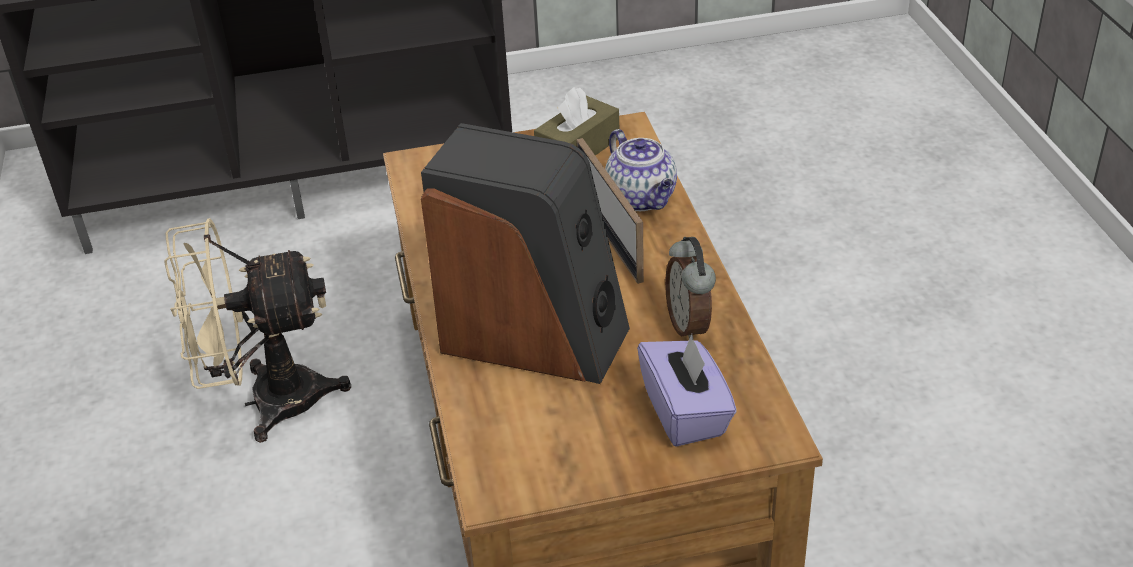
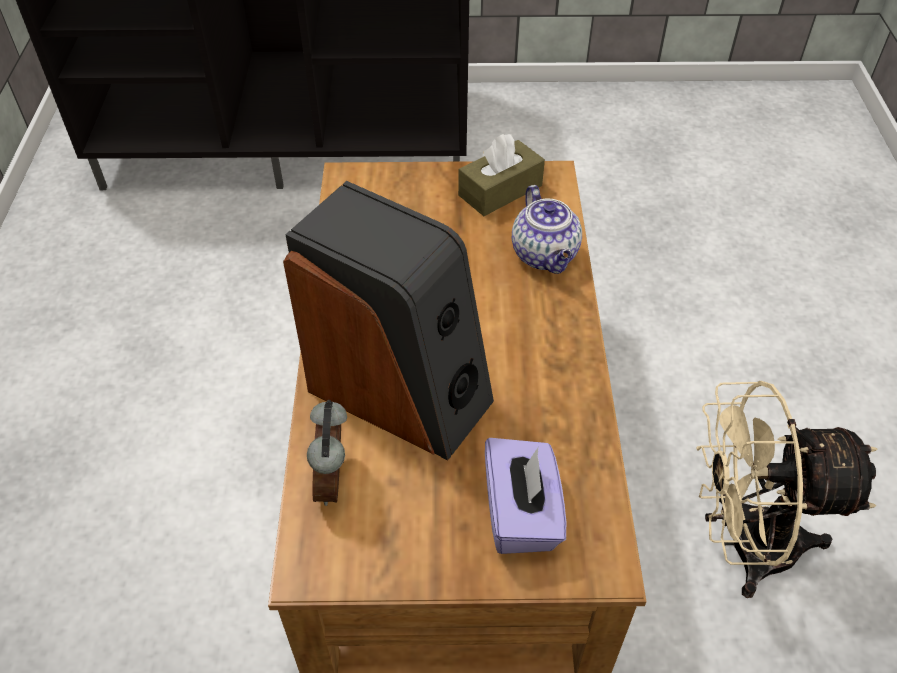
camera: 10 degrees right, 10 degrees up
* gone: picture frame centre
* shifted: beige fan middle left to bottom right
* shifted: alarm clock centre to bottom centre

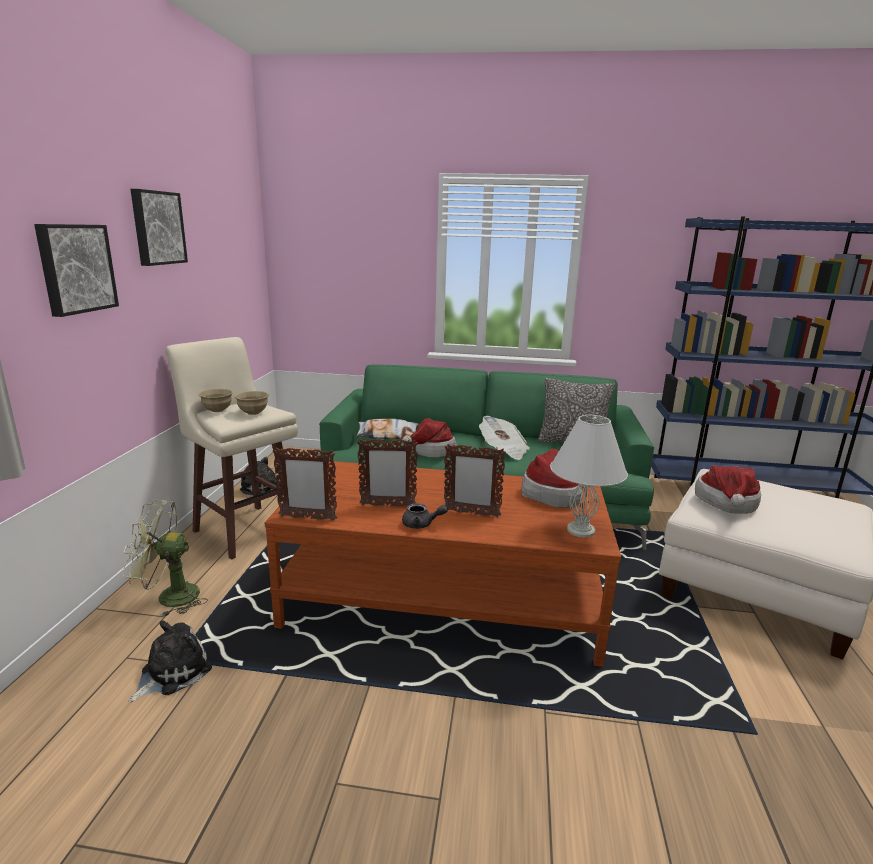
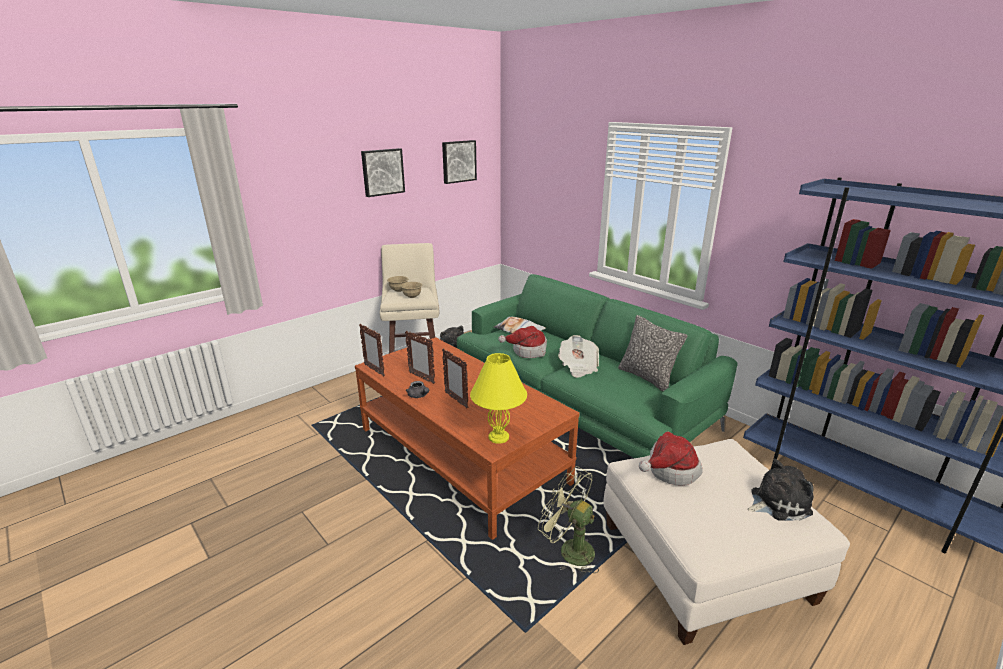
camera: 40 degrees right, 5 degrees up
* gone: hat (no. 2 from left) centre
* shifted: picture (no. 1 from left in the first image) top left to picture (no. 2 from left) top centre
* shifted: green fan middle left to bottom centre
* shifted: plush toy (no. 1 from left in the first image) bottom left to plush toy (no. 2 from left) bottom right
* repainted: white table lamp middle right to yellow table lamp centre

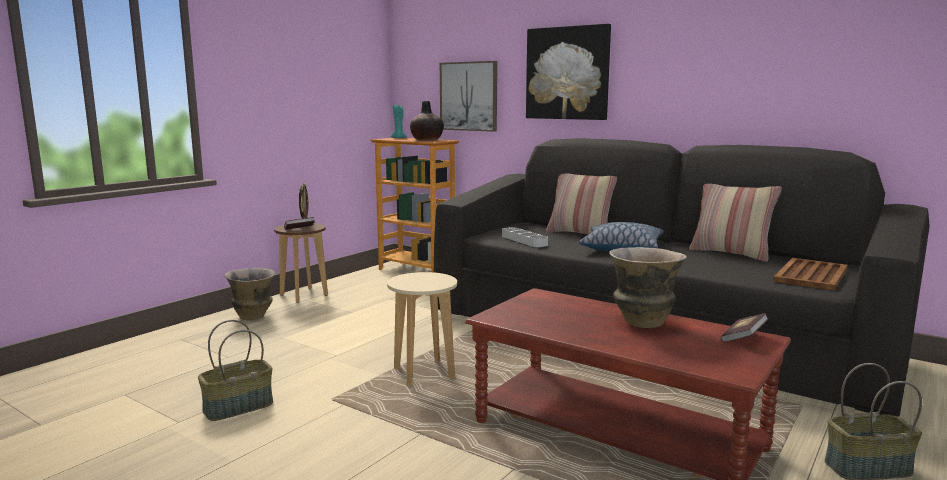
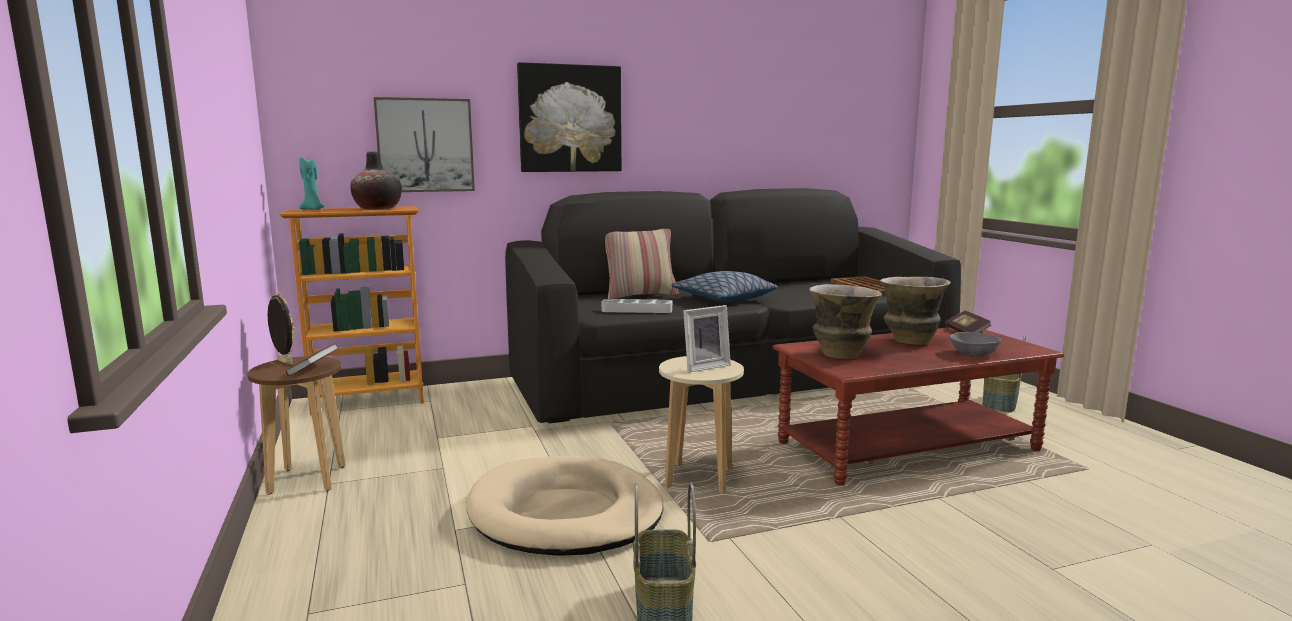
camera: 55 degrees left, 0 degrees up
* gone: pillow (no. 3 from left) middle right
* new: beige dog bed bottom centre
* new: picture frame (no. 2 from left) centre
* new: grey bowl middle right
* shifted: vase (no. 1 from left in the first image) middle left to vase (no. 2 from left) centre

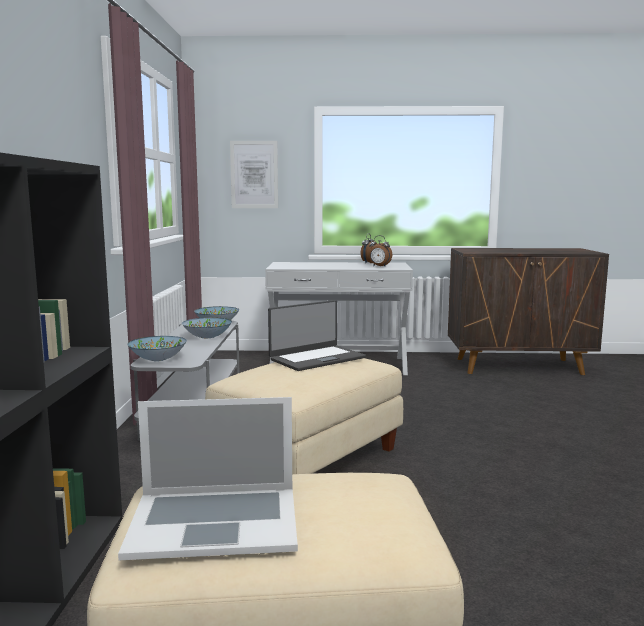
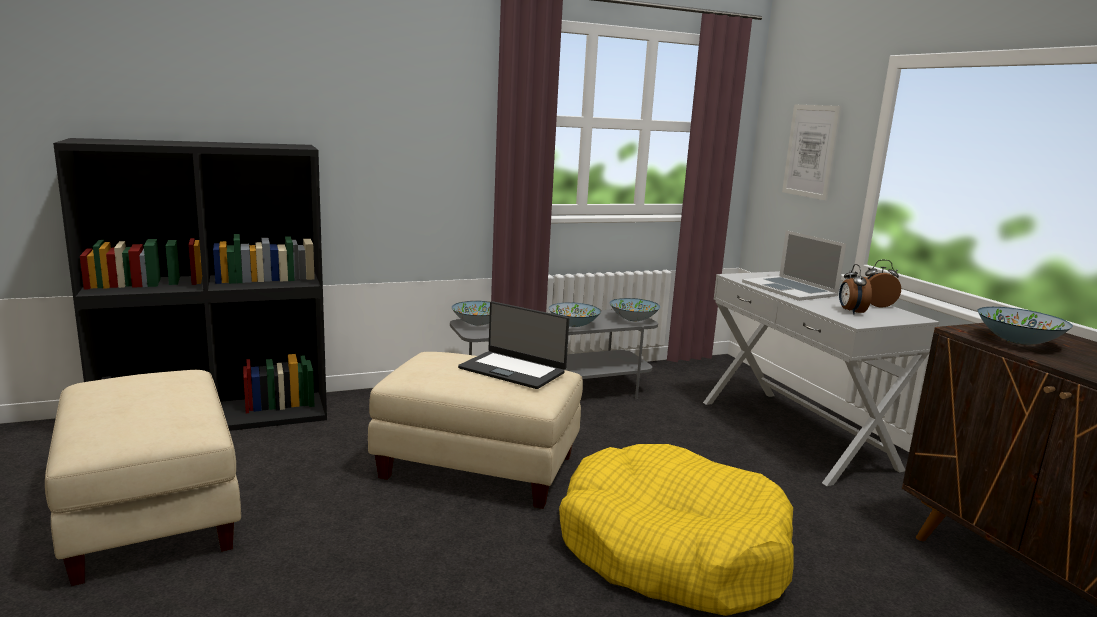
camera: 65 degrees right, 5 degrees up
* new: yellow dog bed bottom centre
* new: bowl (no. 4 from left) middle right
* shifted: laptop (no. 1 from left in the first image) bottom left to laptop (no. 2 from left) middle right

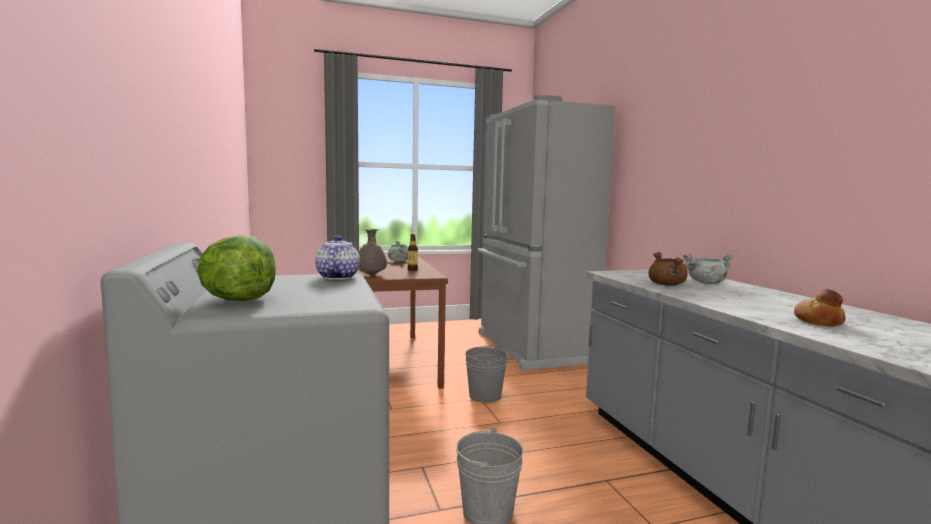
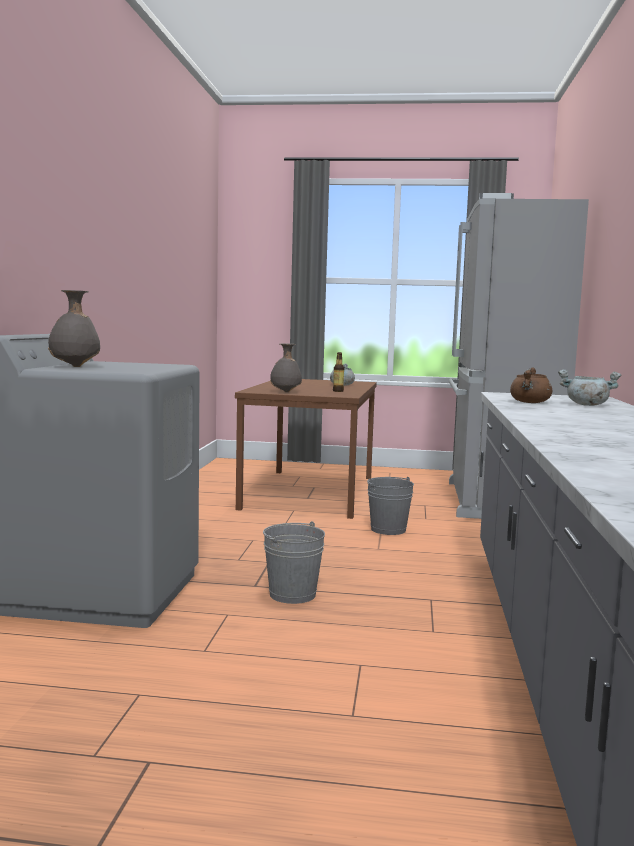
camera: 25 degrees right, 0 degrees up
* gone: teapot centre
* gone: bread middle right
* swapped: lettuce middle left to grey vase (no. 1 from left) middle left

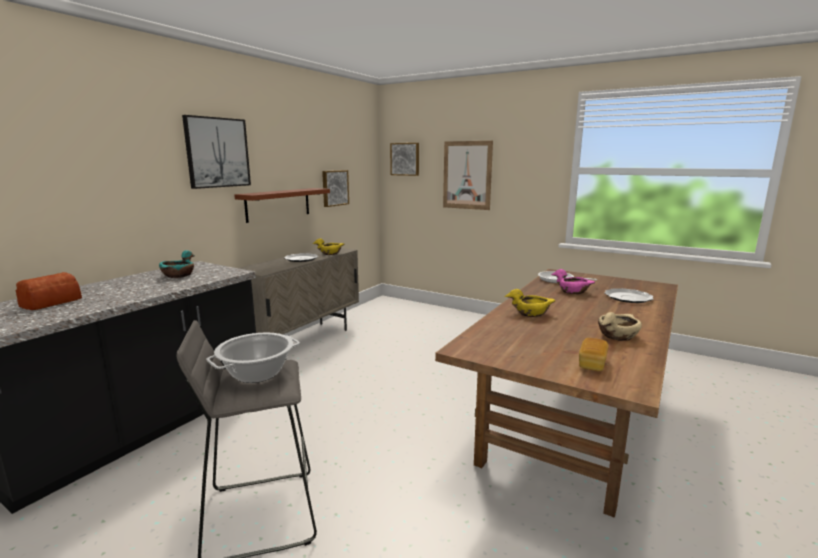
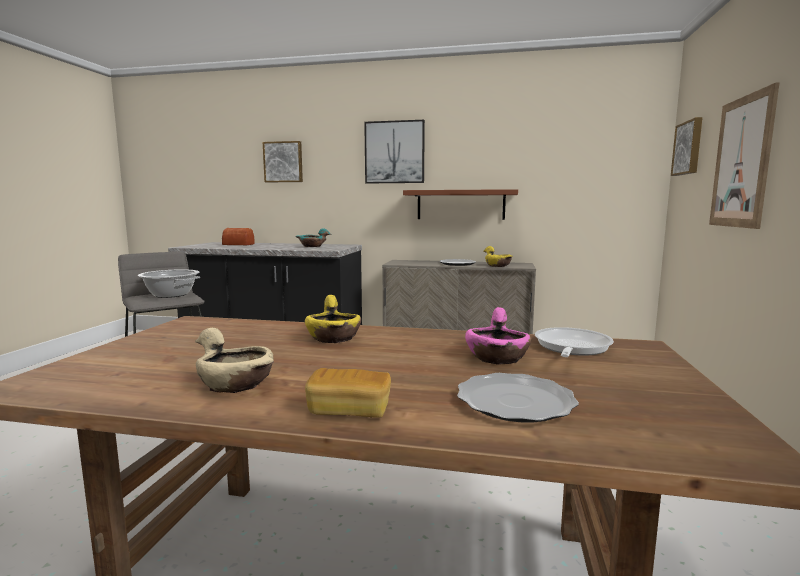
camera: 70 degrees right, 5 degrees down
* shifted: picture (no. 2 from left in the first image) centre to picture (no. 1 from left) top centre
* shifted: bread (no. 2 from left) middle right to bottom centre

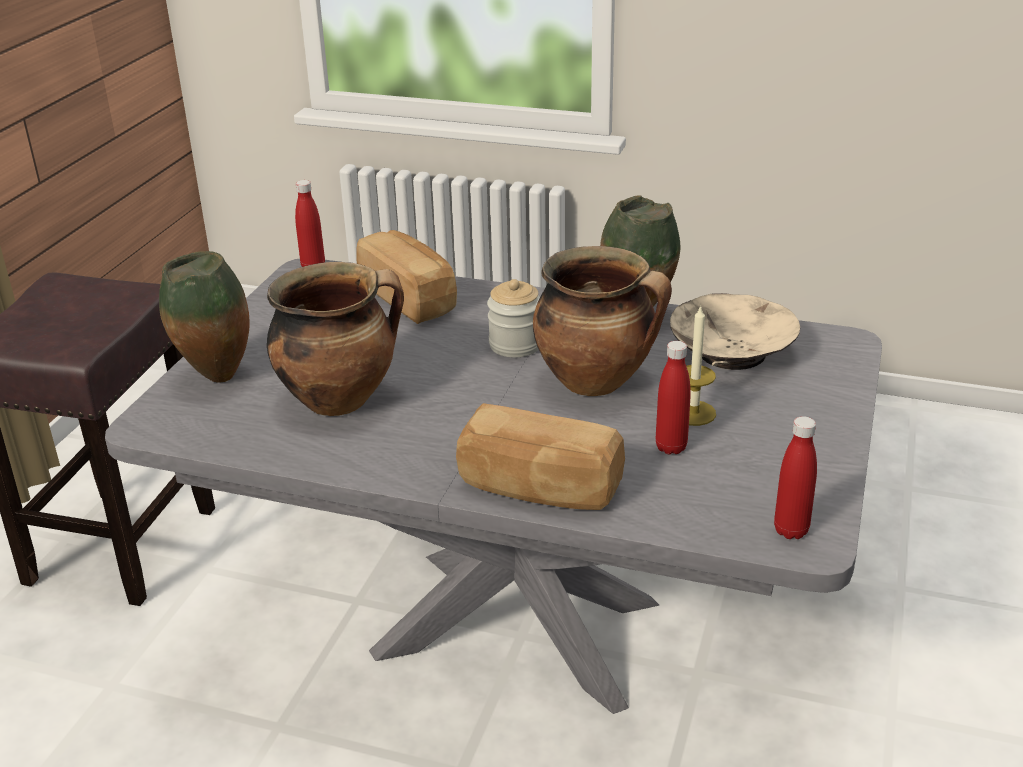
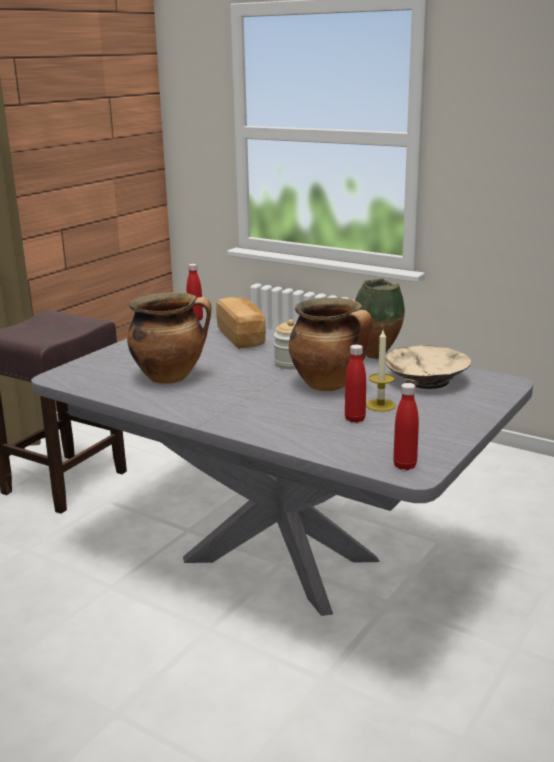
camera: 15 degrees right, 10 degrees down
* gone: vase (no. 1 from left) middle left
* gone: bread (no. 2 from left) centre

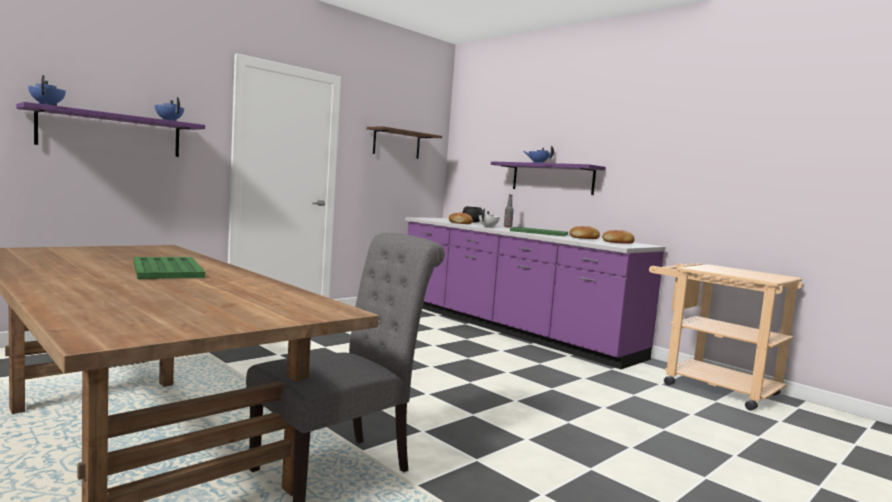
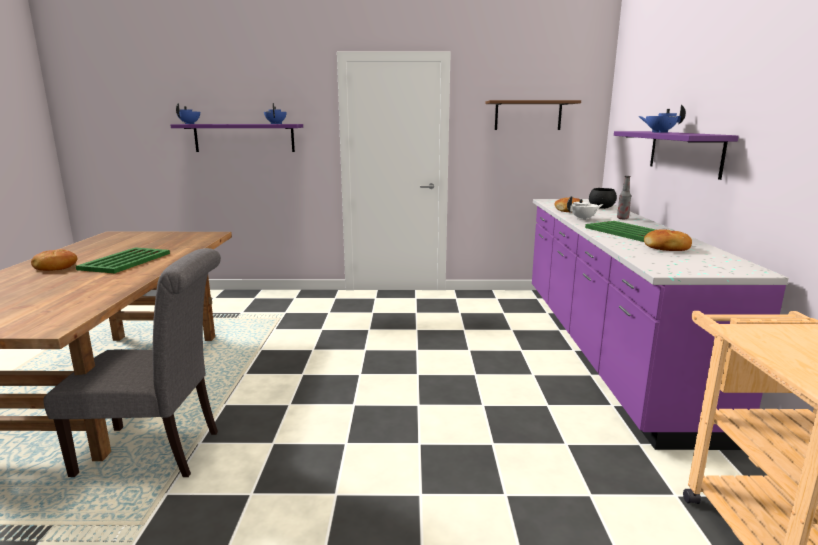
camera: 45 degrees right, 10 degrees up
* shifted: bread (no. 3 from left in the first image) middle right to bread (no. 1 from left) middle left

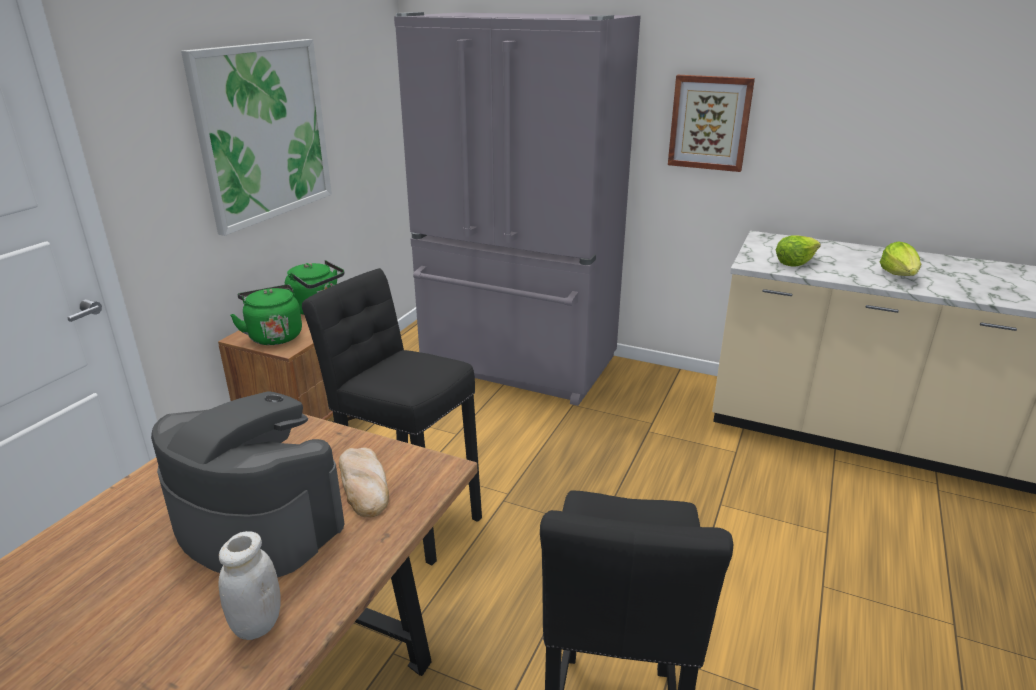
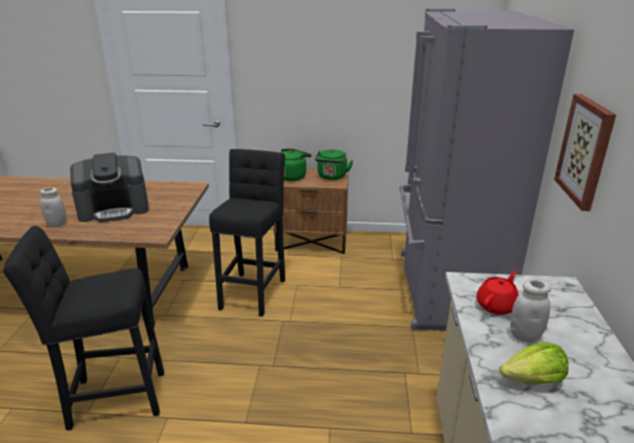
camera: 70 degrees right, 0 degrees up
* gone: picture (no. 1 from left) top left
* gone: bread bottom centre
* new: white jar (no. 2 from left) bottom right
* swapped: lettuce (no. 1 from left) middle right to red teapot middle right
* rotated: coffee machine bottom left = middle left 60 degrees clockwise

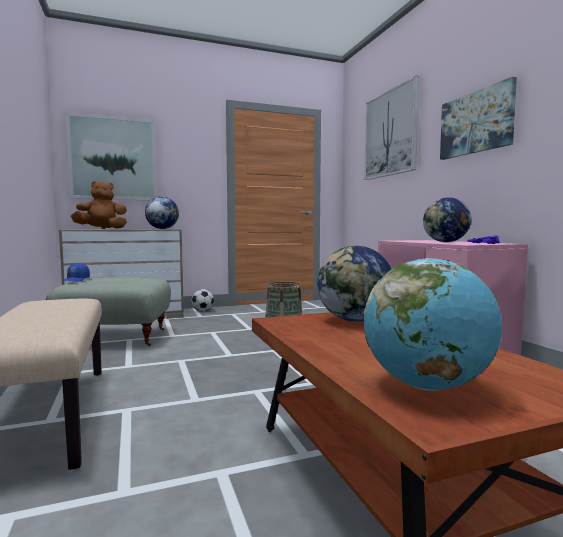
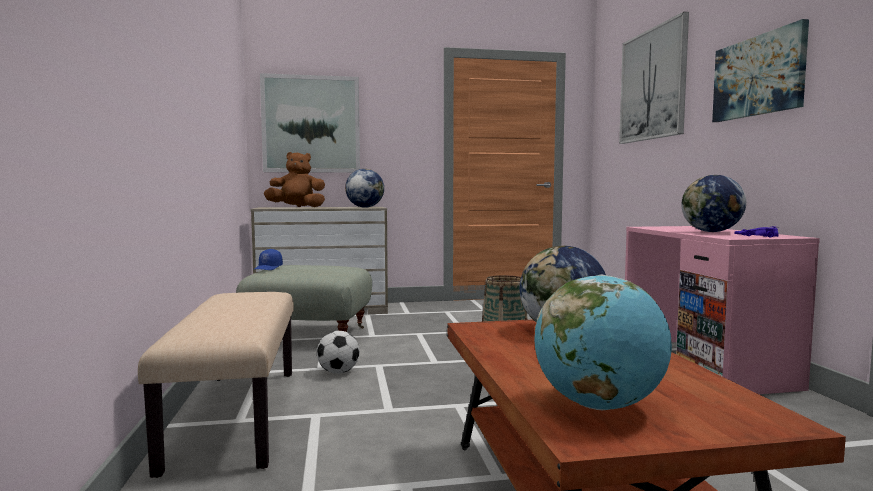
camera: 10 degrees right, 0 degrees up
* shifted: football centre to bottom centre

